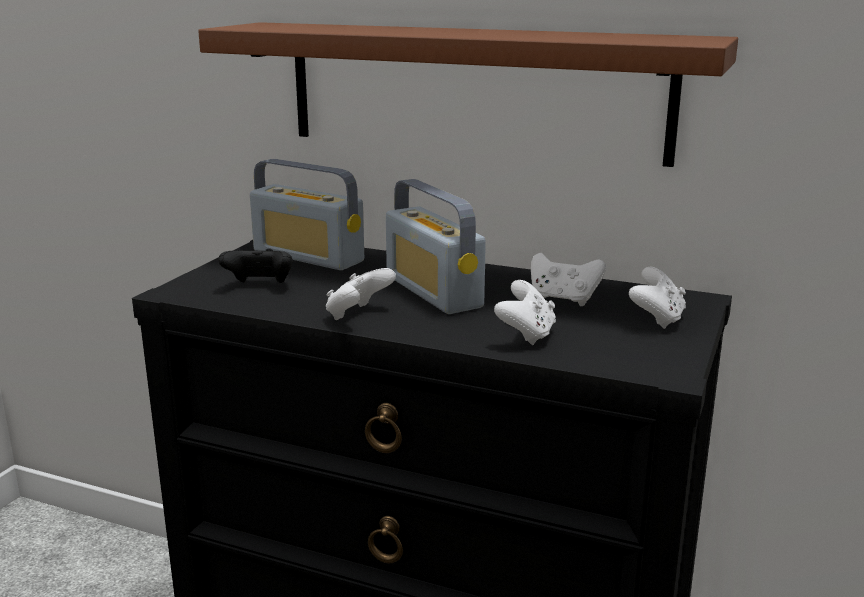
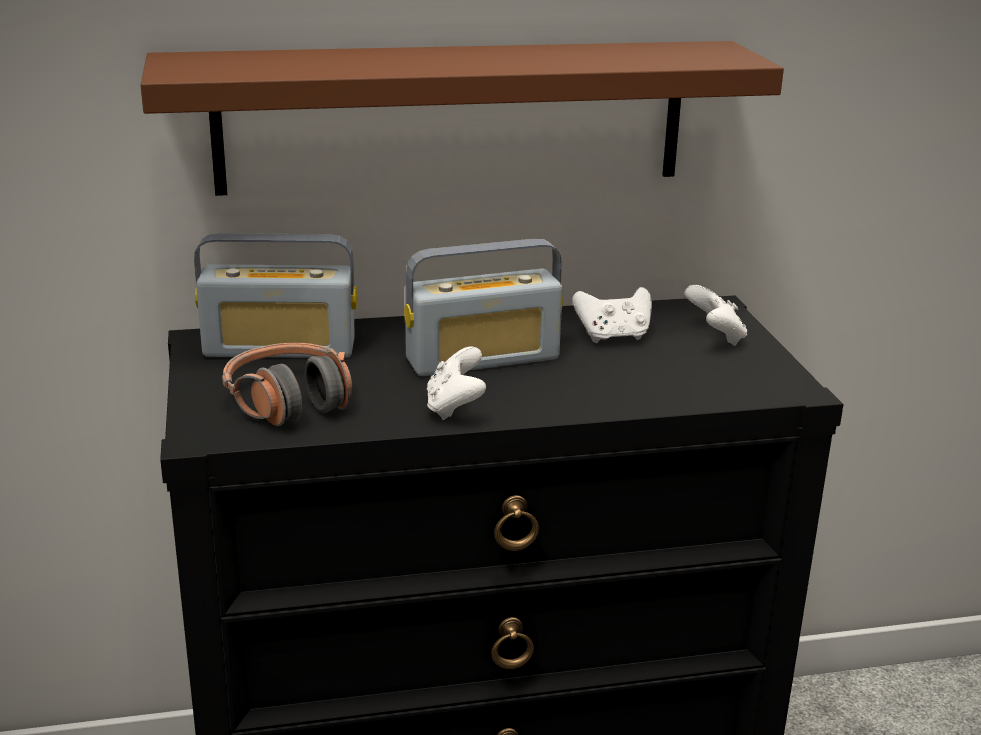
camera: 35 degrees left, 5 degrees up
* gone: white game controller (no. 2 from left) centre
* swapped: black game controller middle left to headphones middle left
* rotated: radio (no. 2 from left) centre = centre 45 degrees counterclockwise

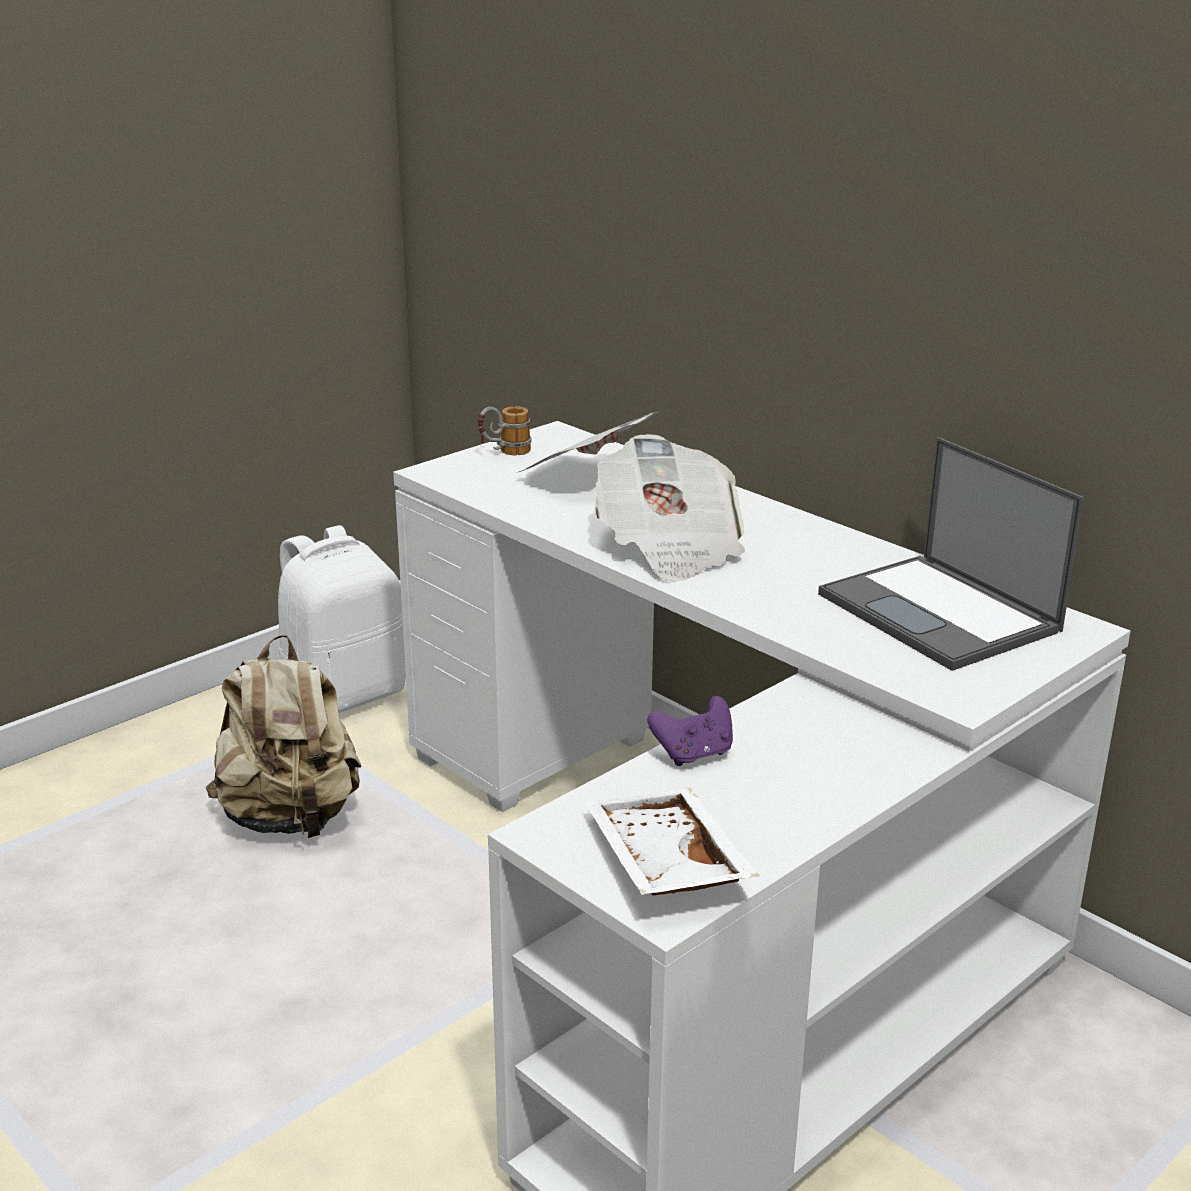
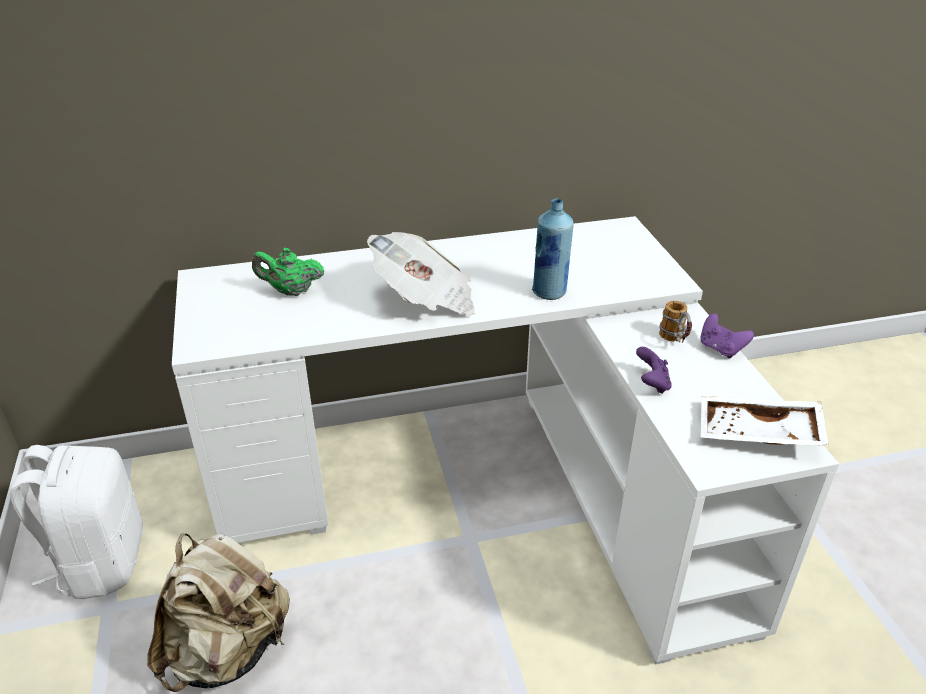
camera: 60 degrees left, 10 degrees up
* gone: laptop middle right
* new: blue bottle centre
* new: purple game controller (no. 2 from left) middle right
* shifted: mug centre to middle right
* swapped: newspaper (no. 1 from left) centre to green teapot middle left

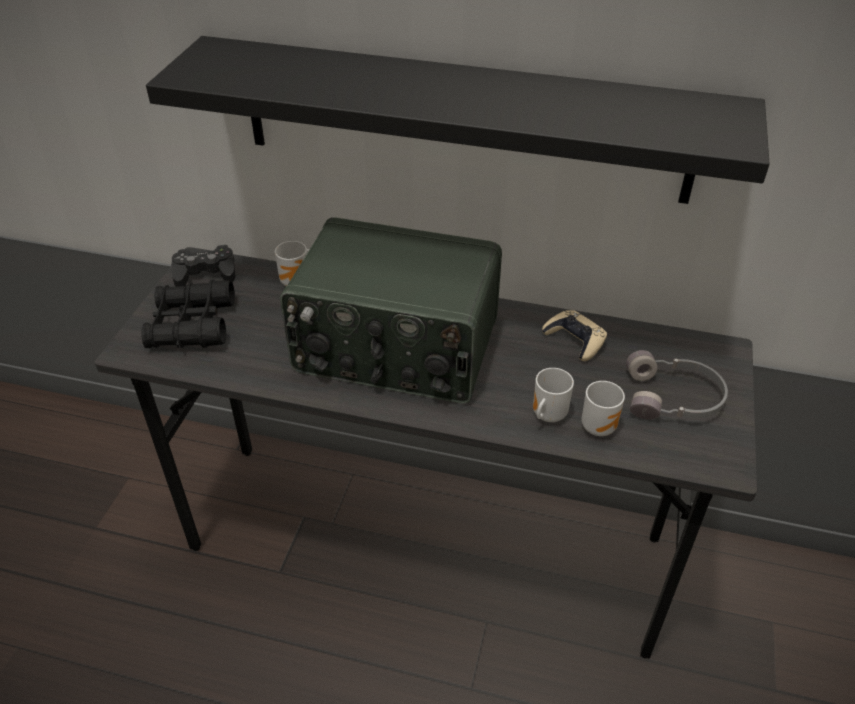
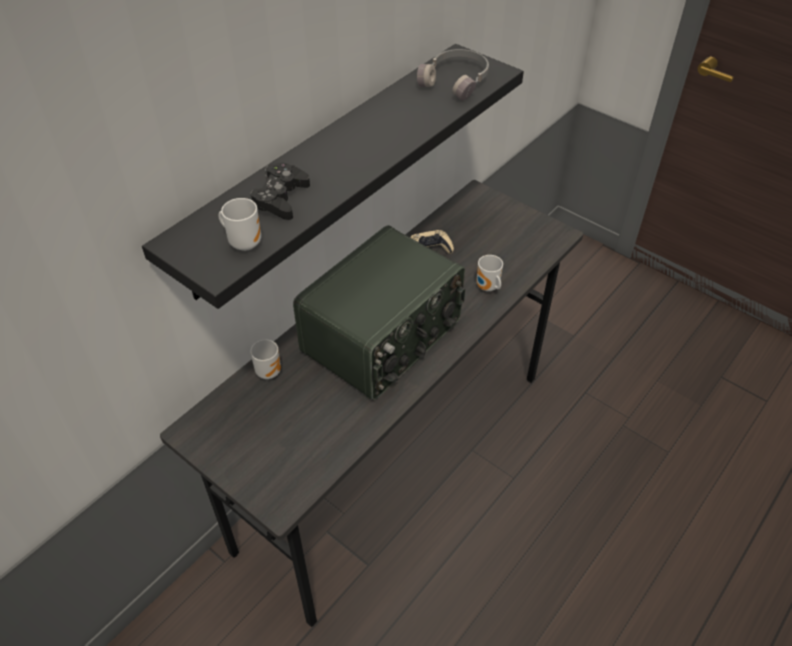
camera: 65 degrees left, 5 degrees up
* gone: black binoculars middle left
* shifted: black game controller middle left to top centre
* shifted: mug (no. 3 from left in the first image) middle right to mug (no. 1 from left) middle left
* shifted: grey headphones middle right to top centre

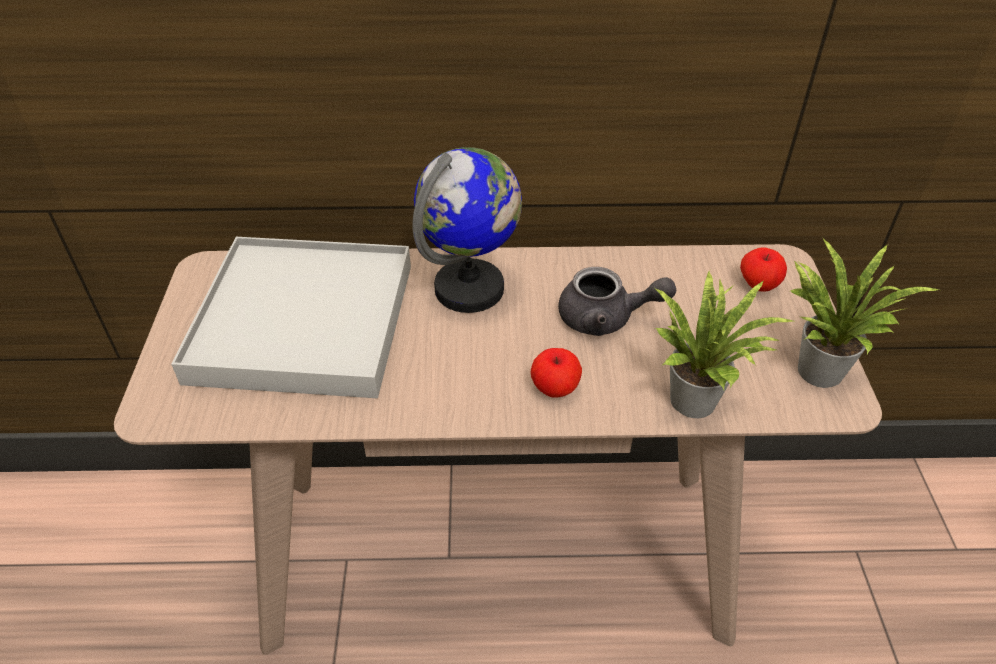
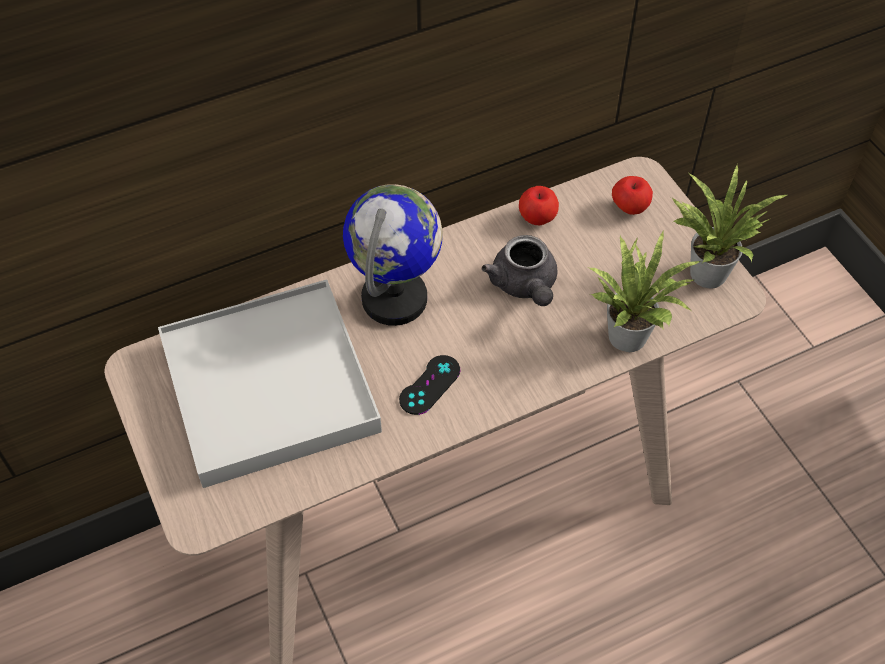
camera: 25 degrees left, 10 degrees up
* new: black game controller centre
* shifted: apple (no. 1 from left) centre to top centre
* rotated: grey teapot centre = centre 90 degrees clockwise

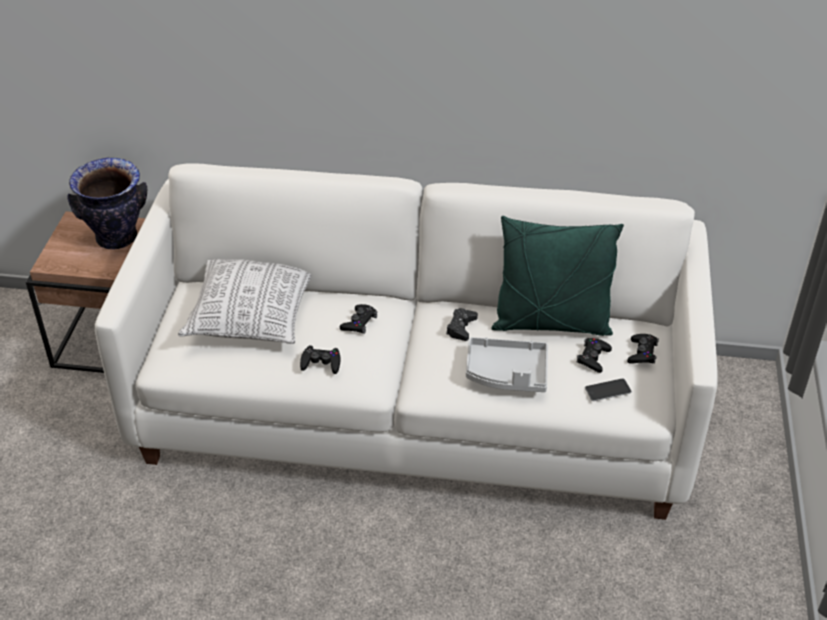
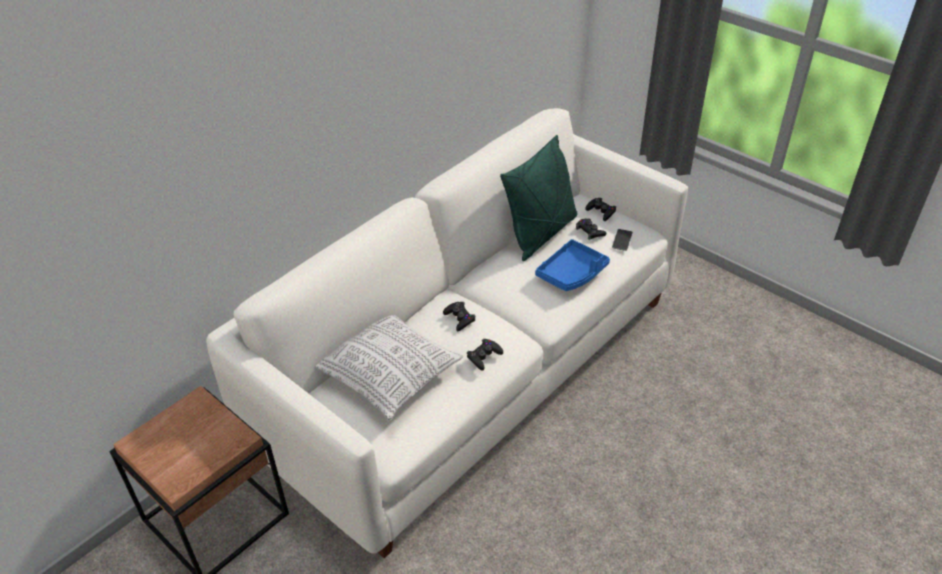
camera: 55 degrees left, 0 degrees up
* gone: vase top left
* gone: black game controller (no. 3 from left) centre
* repainted: grey tray centre to blue tray centre

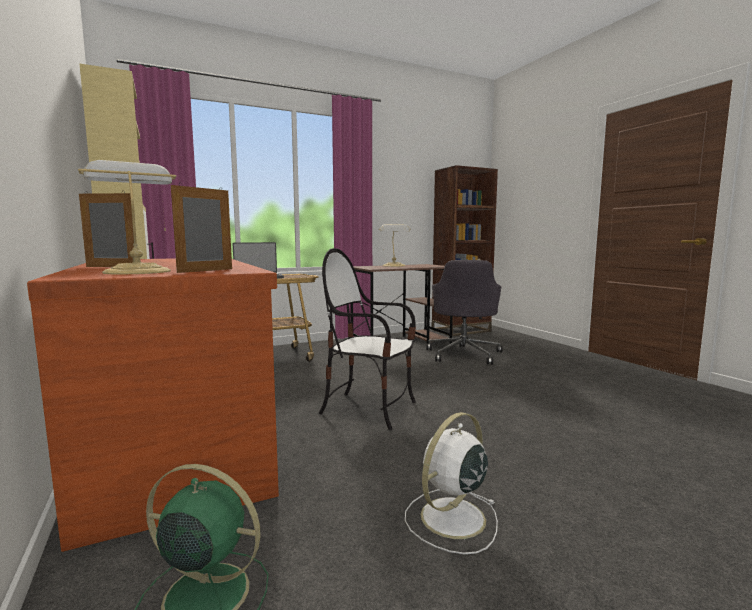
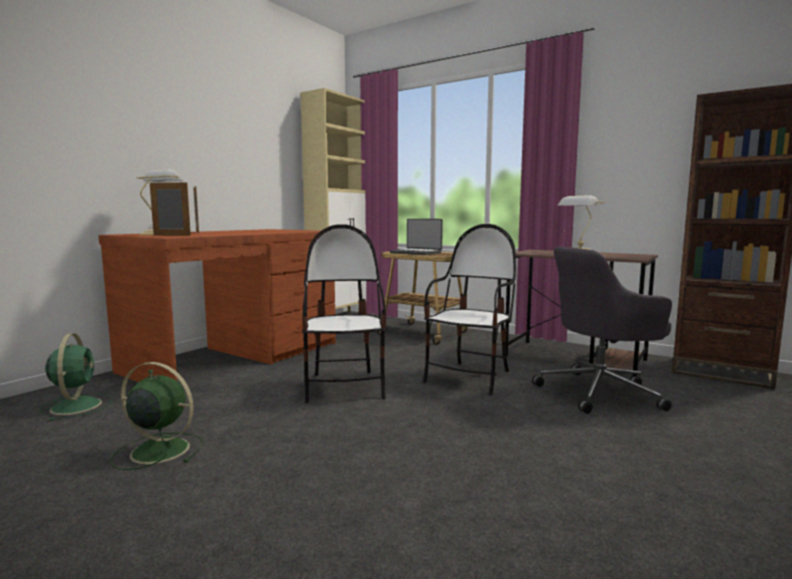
camera: 60 degrees right, 0 degrees up
* new: chair (no. 2 from left) centre
* repainted: white fan bottom centre to green fan (no. 2 from left) bottom left

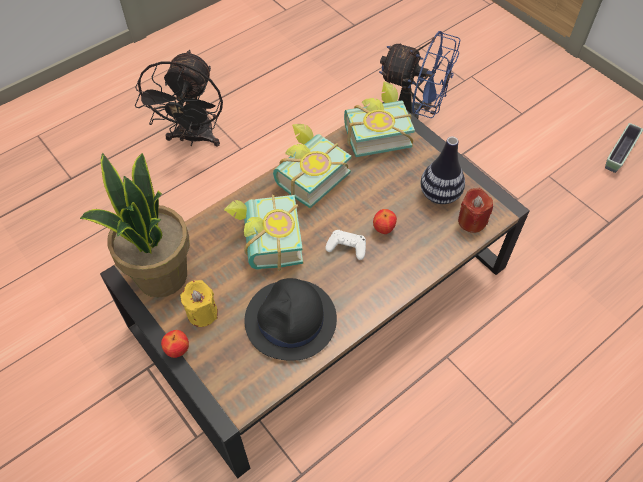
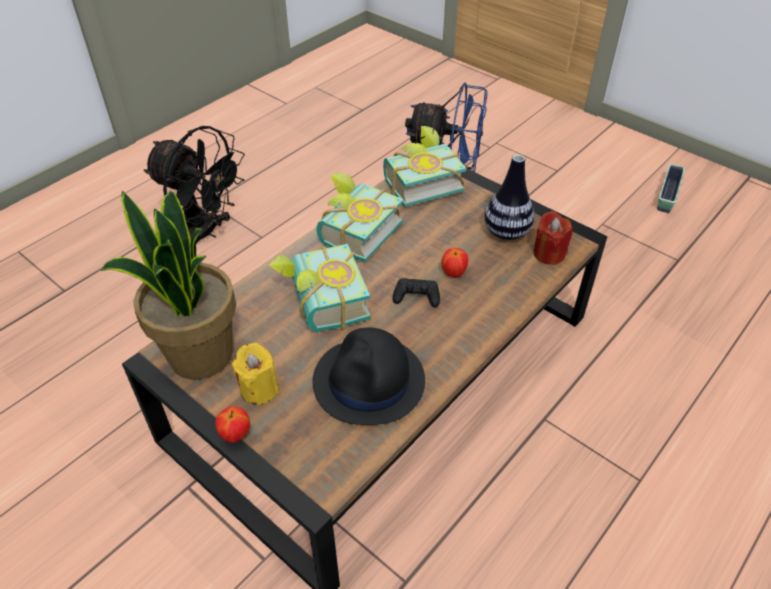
camera: 10 degrees left, 10 degrees down
* repainted: white game controller centre to black game controller centre
* rotated: black fan top left = top left 60 degrees counterclockwise

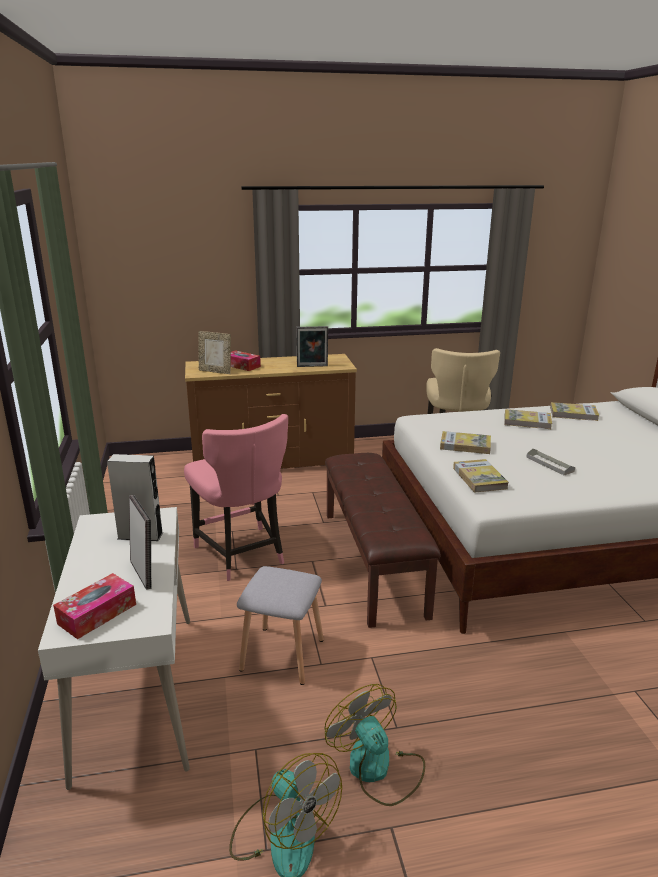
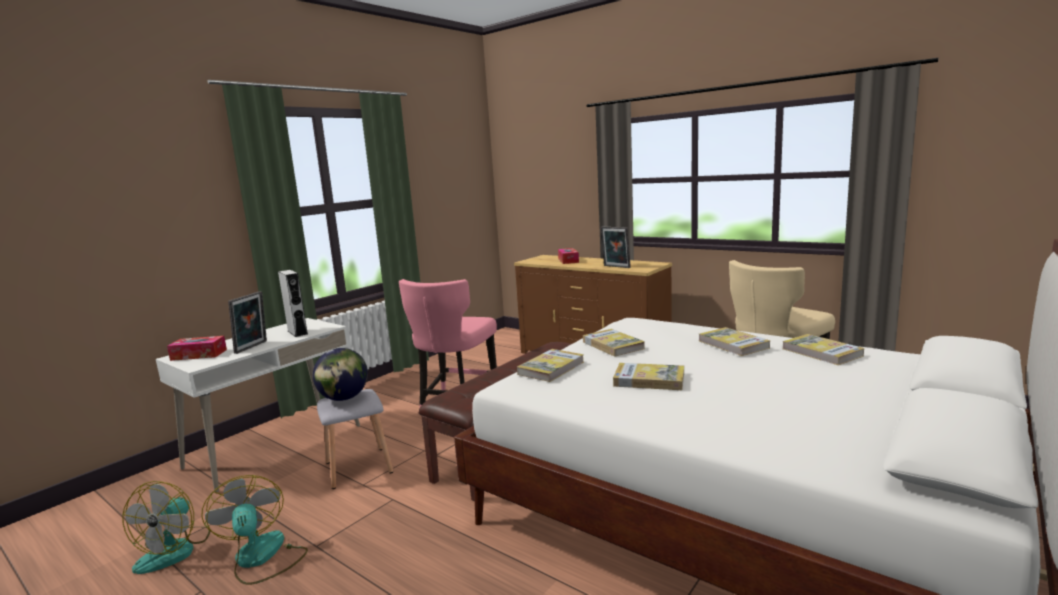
camera: 50 degrees right, 10 degrees down
* gone: picture frame (no. 2 from left) middle left
* new: globe middle left
* swapped: grey tray middle right to book (no. 3 from left) centre
* rotated: fan (no. 2 from left) bottom centre = bottom left 45 degrees counterclockwise

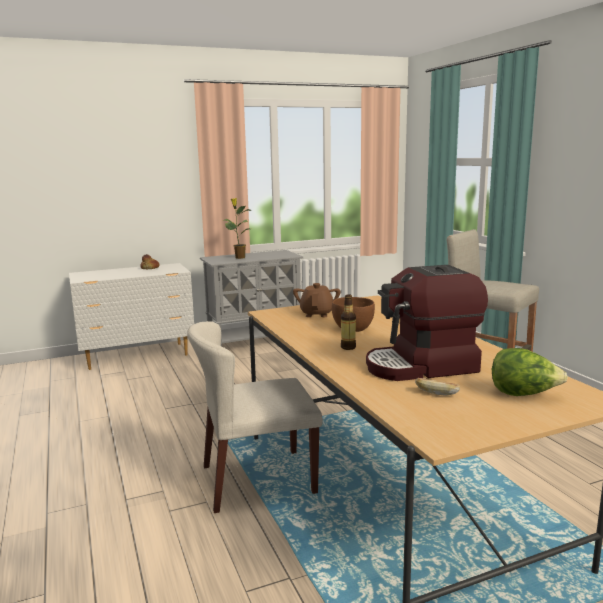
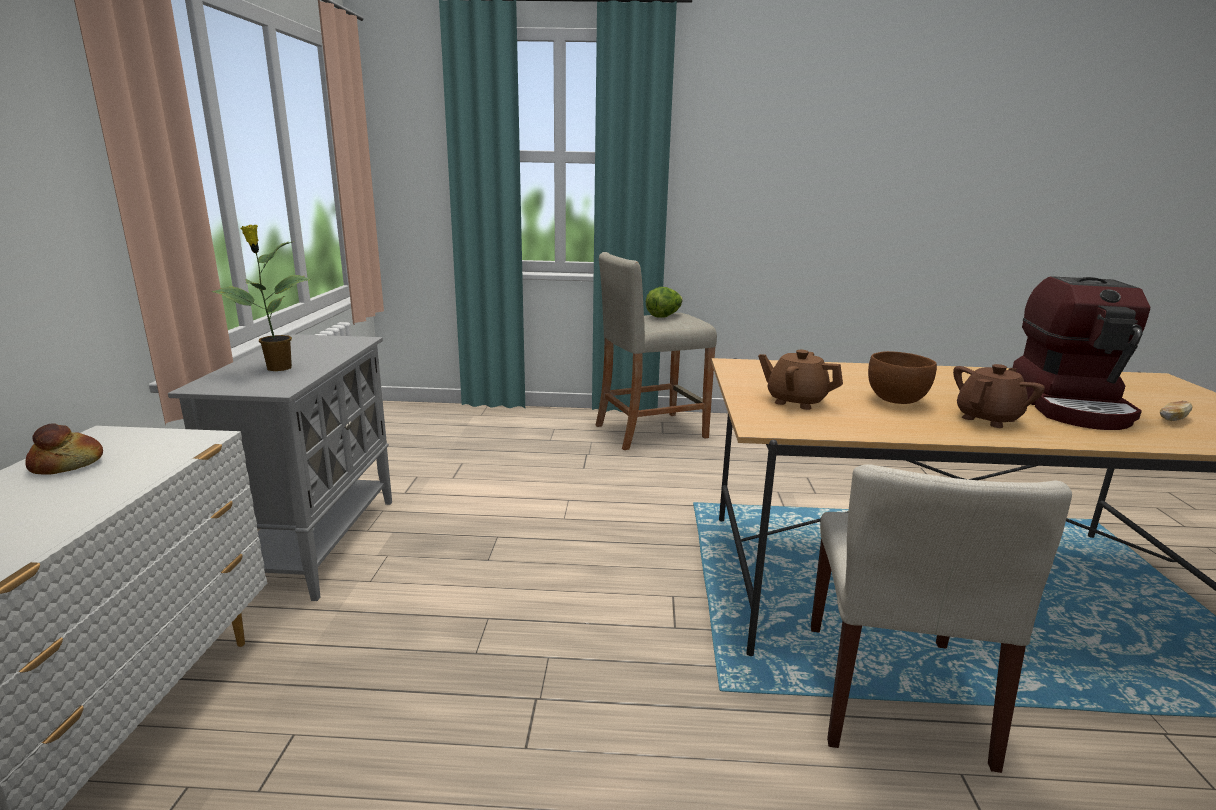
camera: 65 degrees left, 5 degrees up
* shifted: lettuce middle right to centre
* swapped: bottle centre to brown teapot (no. 2 from left) middle right

